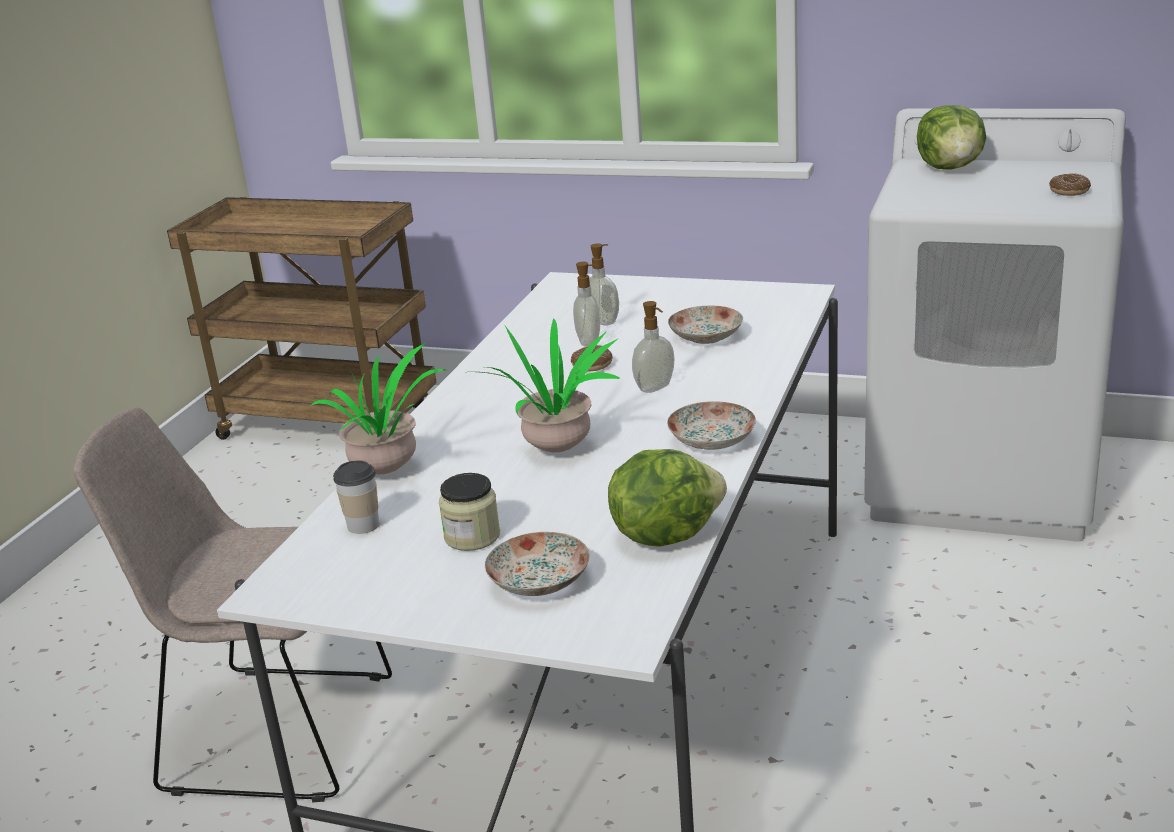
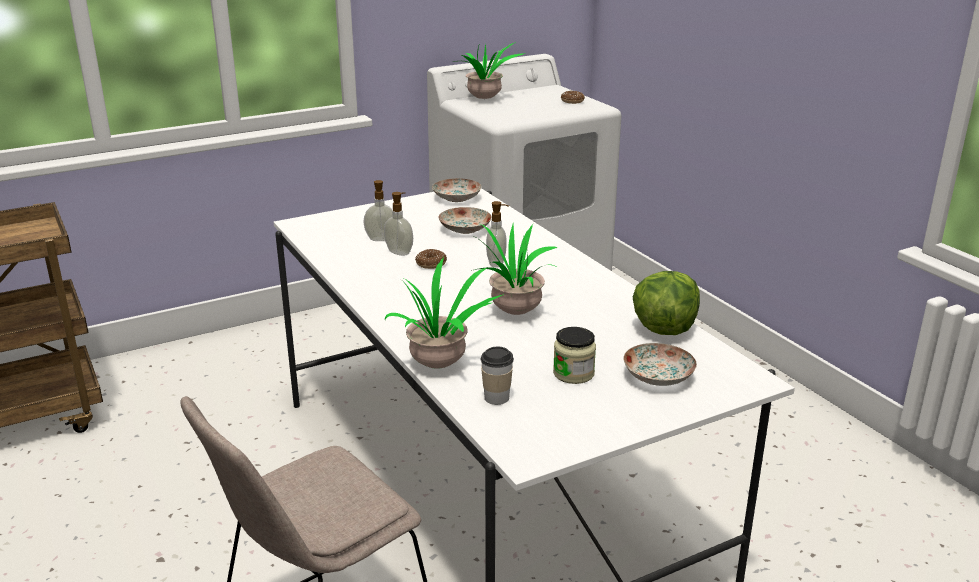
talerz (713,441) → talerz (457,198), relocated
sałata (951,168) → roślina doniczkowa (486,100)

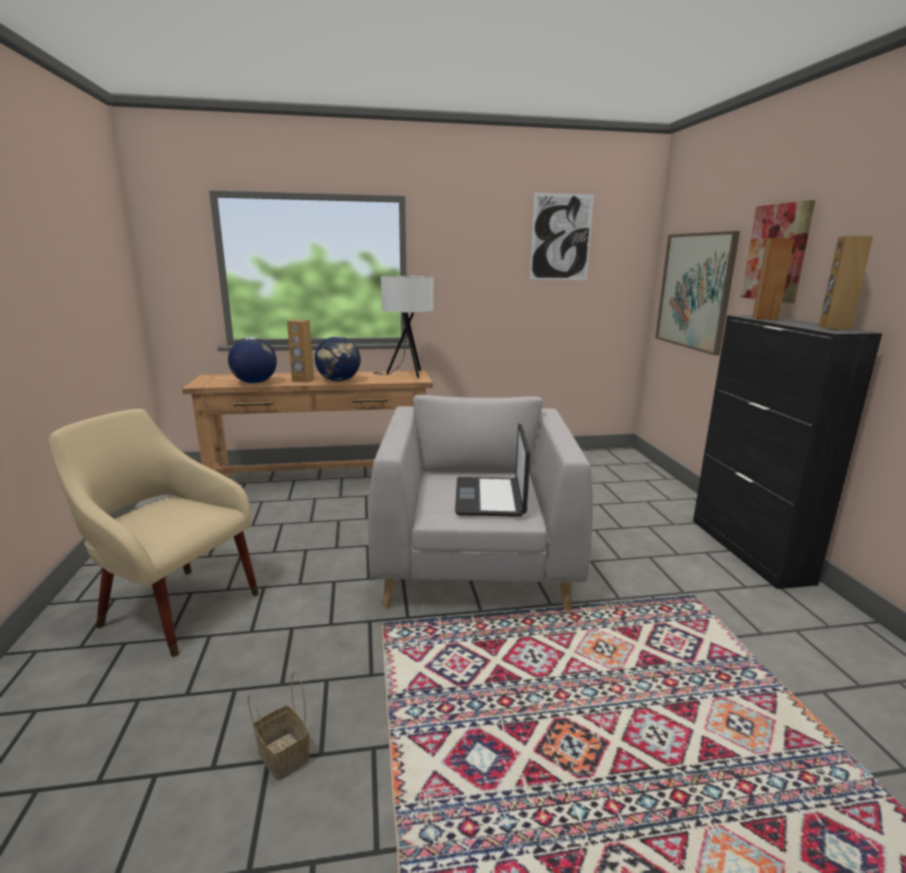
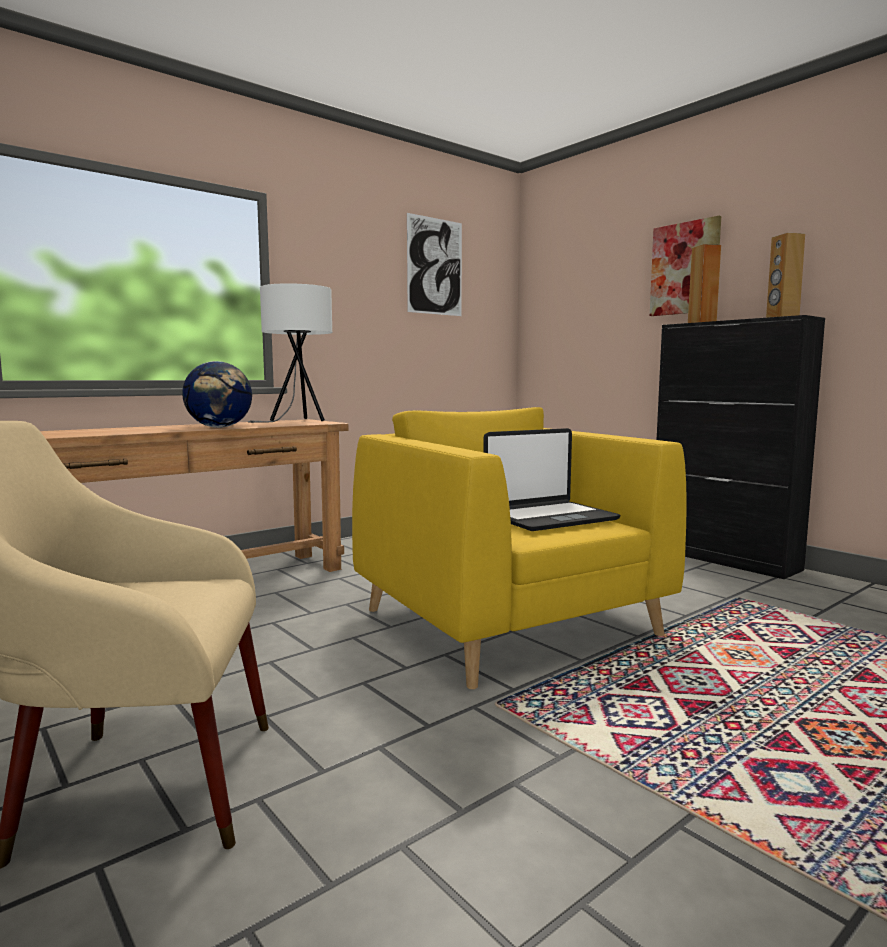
fotel [szary] (475,562) → fotel [żółty] (508,622)
laptop (490,498) → laptop (549,517), 90 degrees counterclockwise
globus (254,383) → -
koszyk (282,755) → -
głośnik [brązowy] (303,380) → -
obraz (694,291) → -

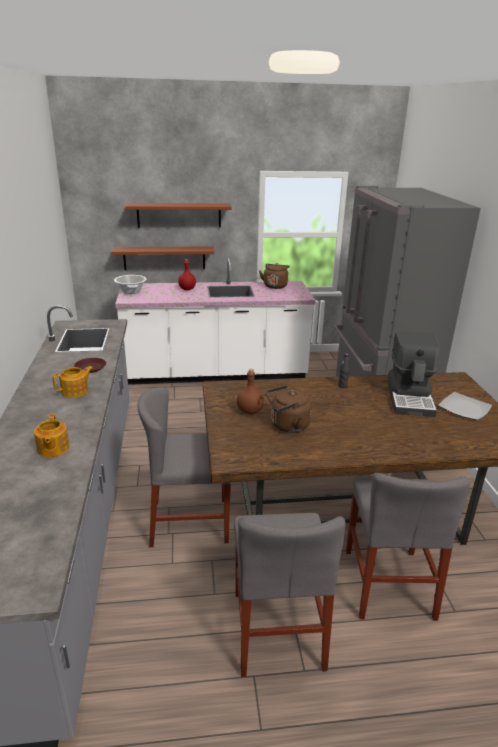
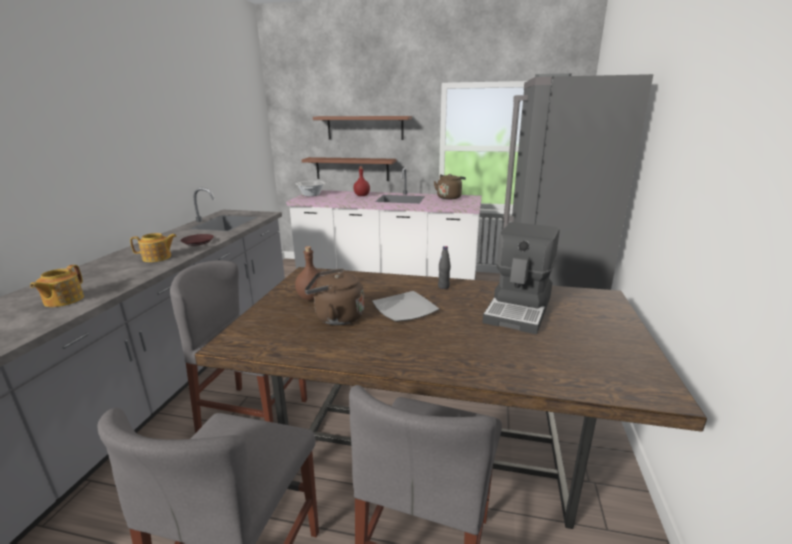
talerz (464,408) → talerz (404,309), relocated

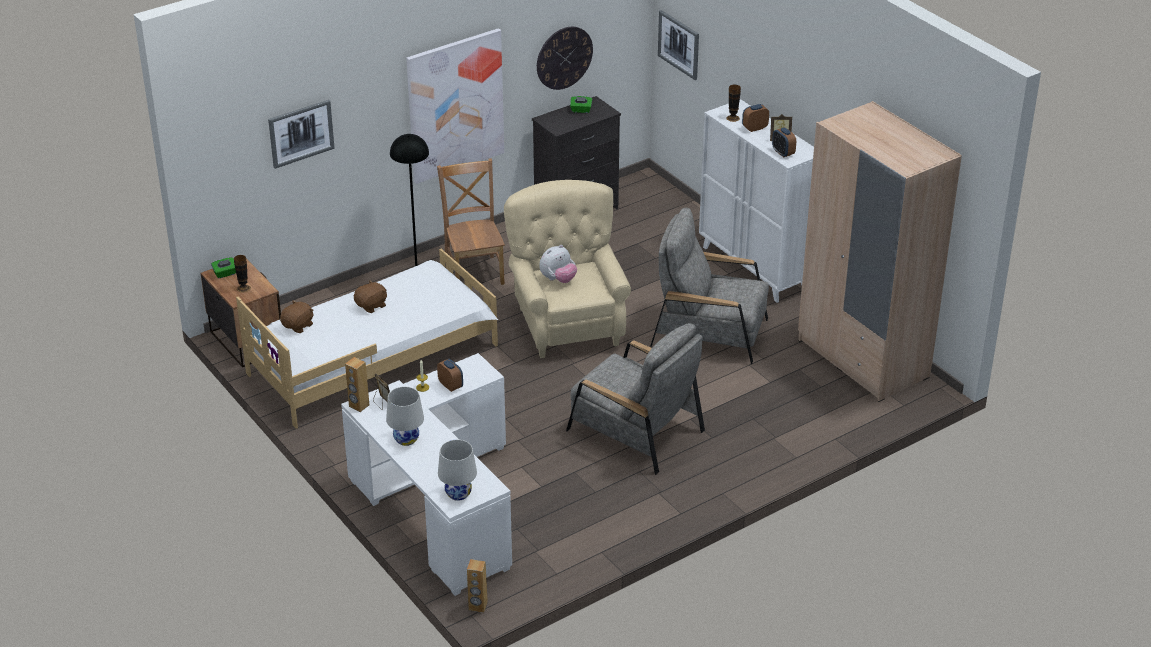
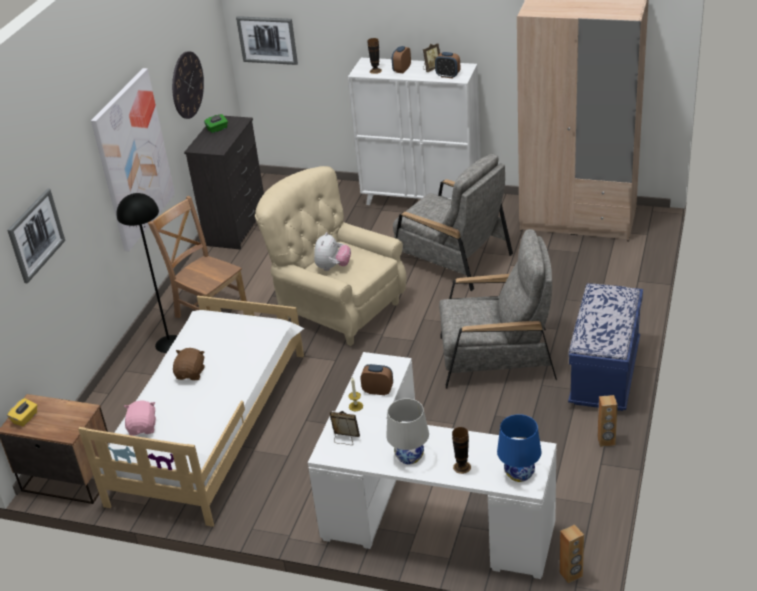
pudełko chusteczek [zielony] (225,274) → pudełko chusteczek [żółty] (25,418)
pluszak [brązowy] (298,326) → pluszak [różowy] (143,427)
fotel [szary] (710,332) → fotel [szary] (451,257), 120 degrees counterclockwise
wazon (243,288) → wazon (462,467), relocated
lampa stołowa [biały] (458,494) → lampa stołowa [niebieski] (519,473)
- → ławka [niebieski] (605,374)
głośnik [brązowy] (359,406) → głośnik [brązowy] (606,441), relocated

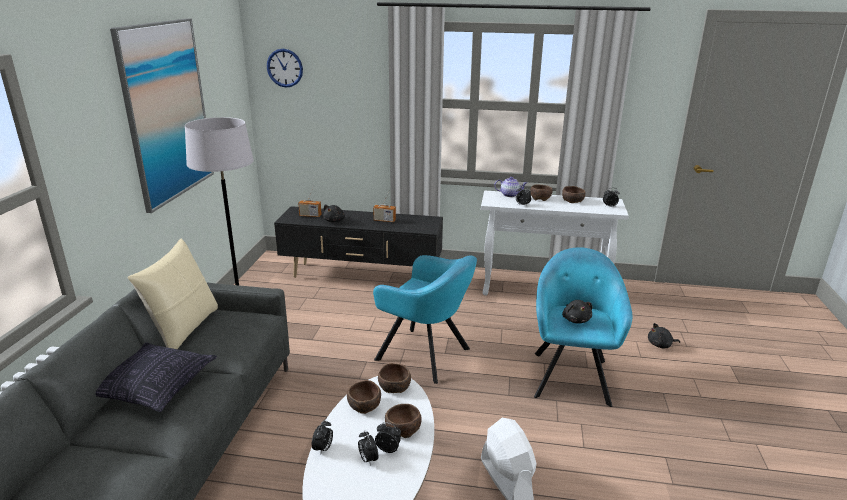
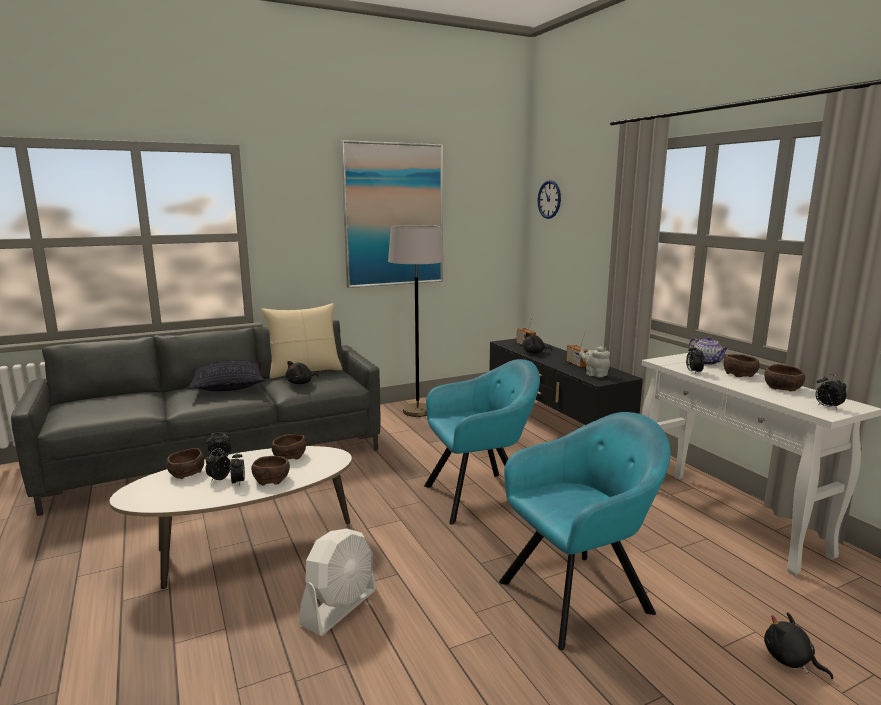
miska [brązowy] (395,387) → miska [brązowy] (186,473), relocated
pluszak [czarny] (576,319) → pluszak [czarny] (301,383), relocated
fotel [turkusowy] (426,355) → fotel [turkusowy] (481,496), 105 degrees counterclockwise
- → imbryk [szary] (594,374)

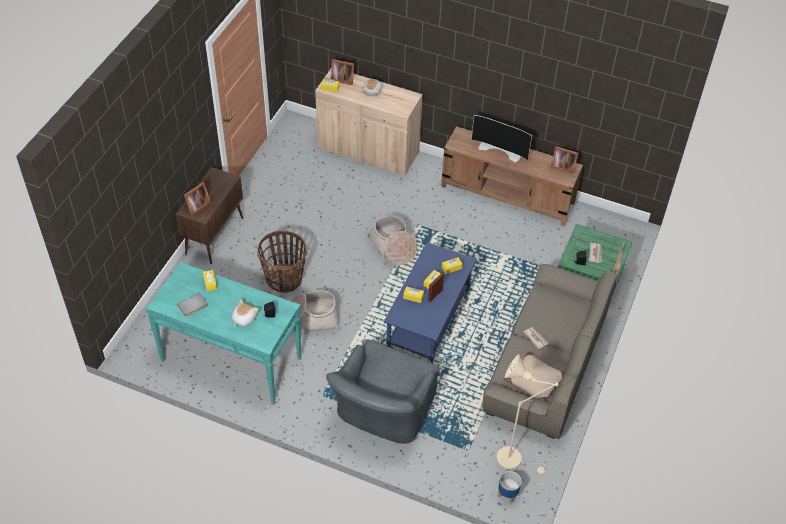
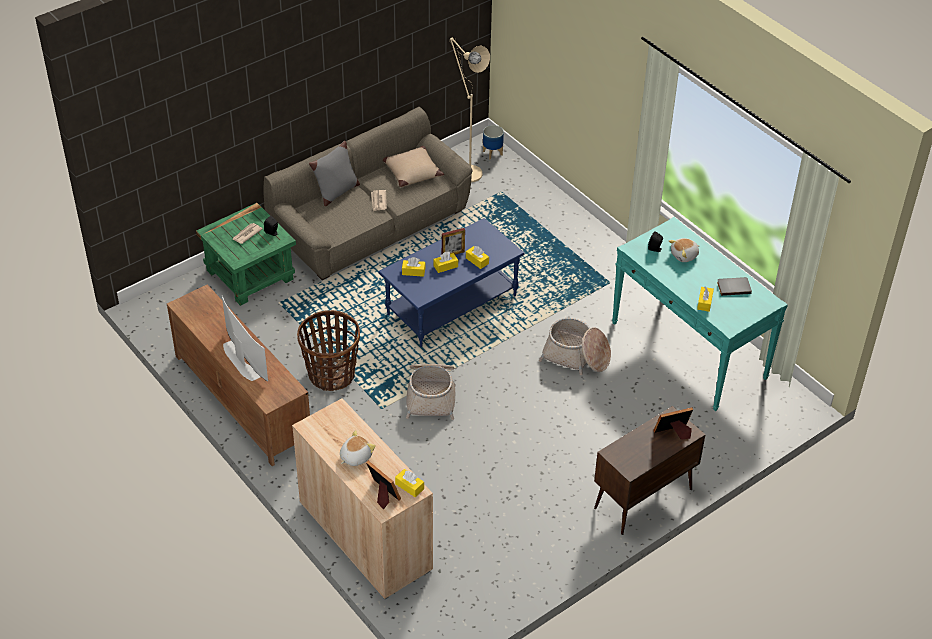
koszyk (284,279) → koszyk (331,374), relocated
- → poduszka [szary] (336,192)
fotel [szary] (382,412) → -
ramka na zdjęcie (562,166) → -

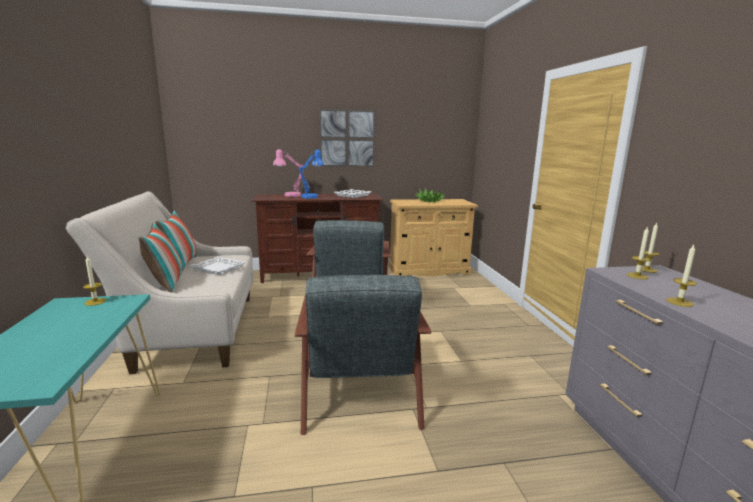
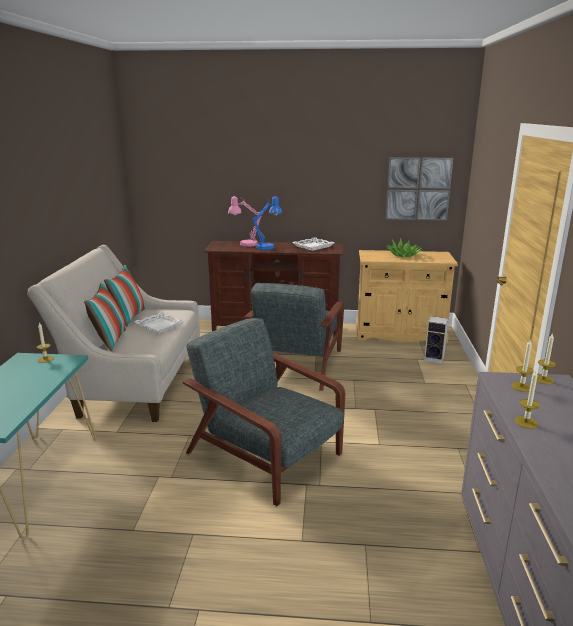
fotel [szary] (359,385) → fotel [szary] (266,455), 120 degrees clockwise
obraz (347,138) → obraz (418,189), relocated
- → głośnik (435,359)

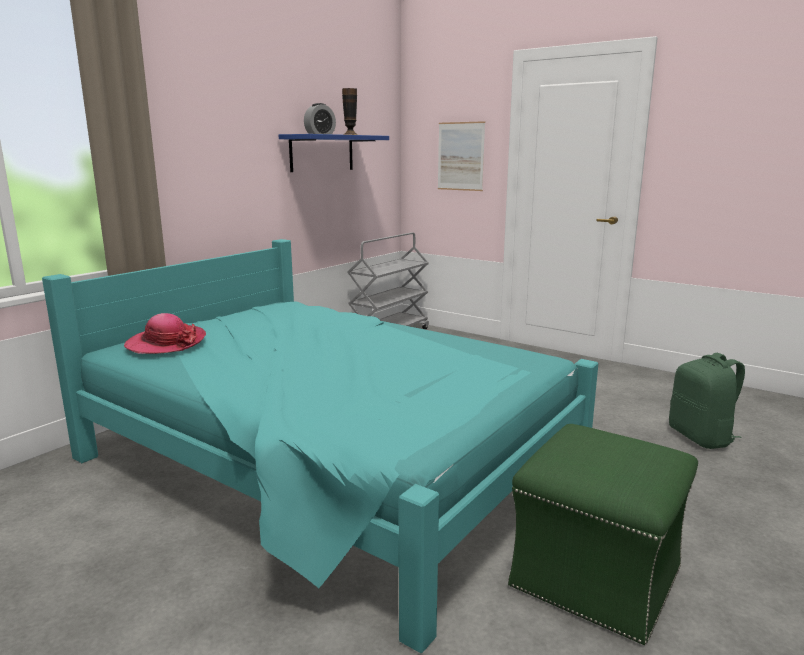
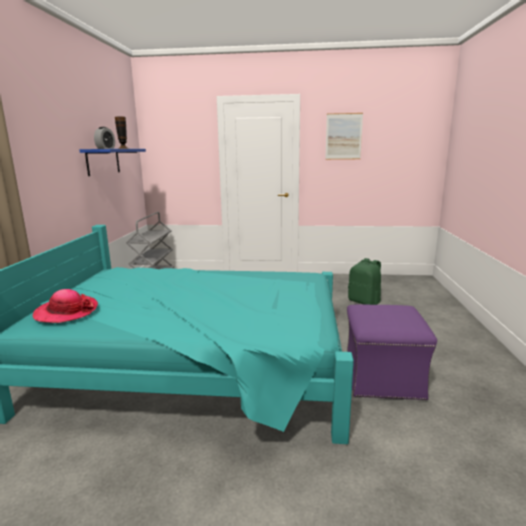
obraz (460,156) → obraz (343,136), relocated
pufa [zielony] (596,575) → pufa [fioletowy] (382,378)

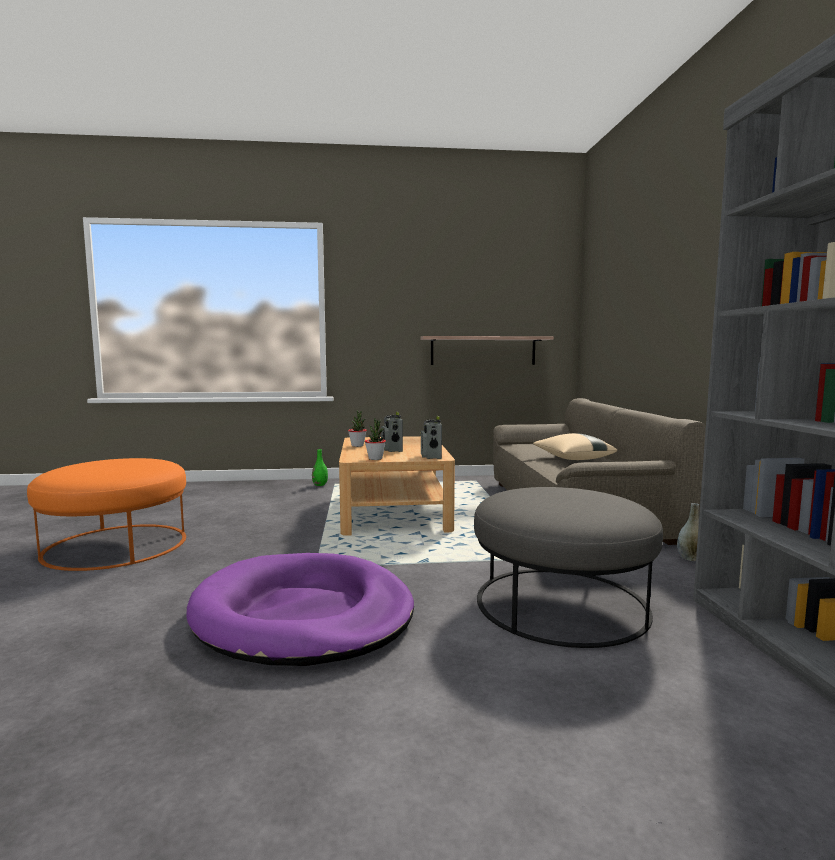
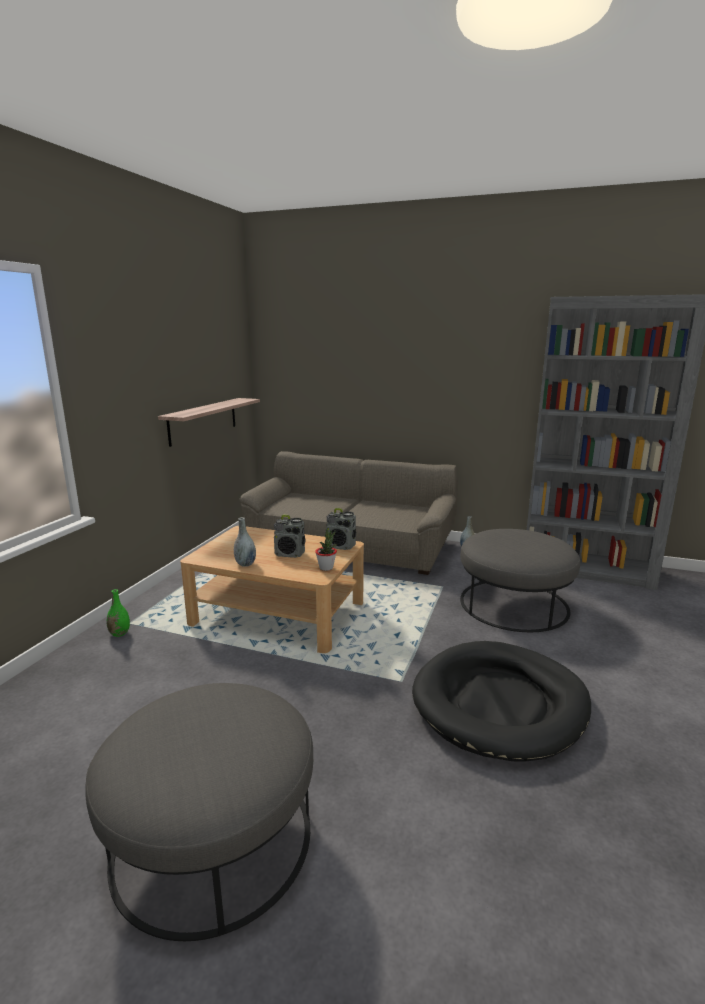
pufa [pomarańczowy] (116,545) → pufa [szary] (212,837)
roślina doniczkowa (357,446) → wazon [szary] (245,564)
legowisko [fioletowy] (303,615) → legowisko [czarny] (500,703)
poduszka [beżowy] (572,459) → -

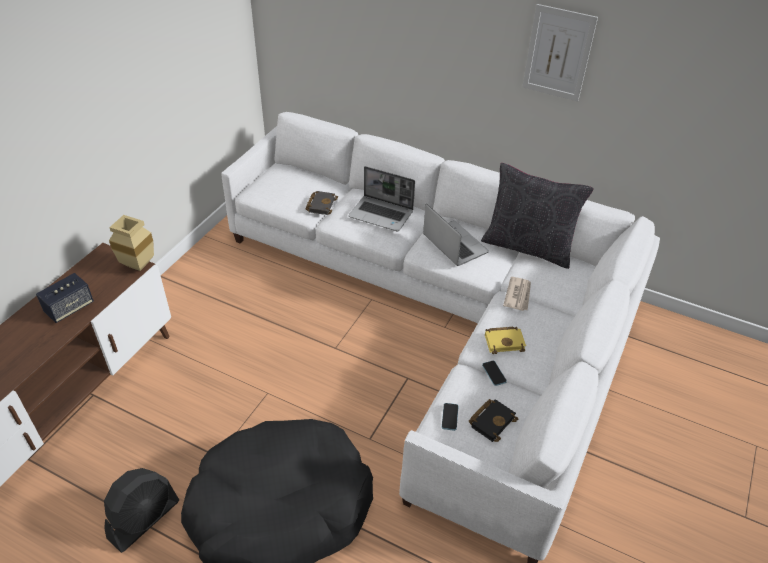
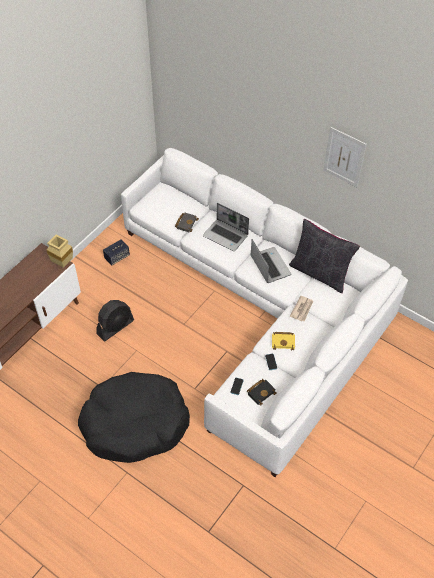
wentylator [czarny] (144,519) → wentylator [czarny] (115,327), relocated
głośnik (69,308) → głośnik (117,257), relocated

